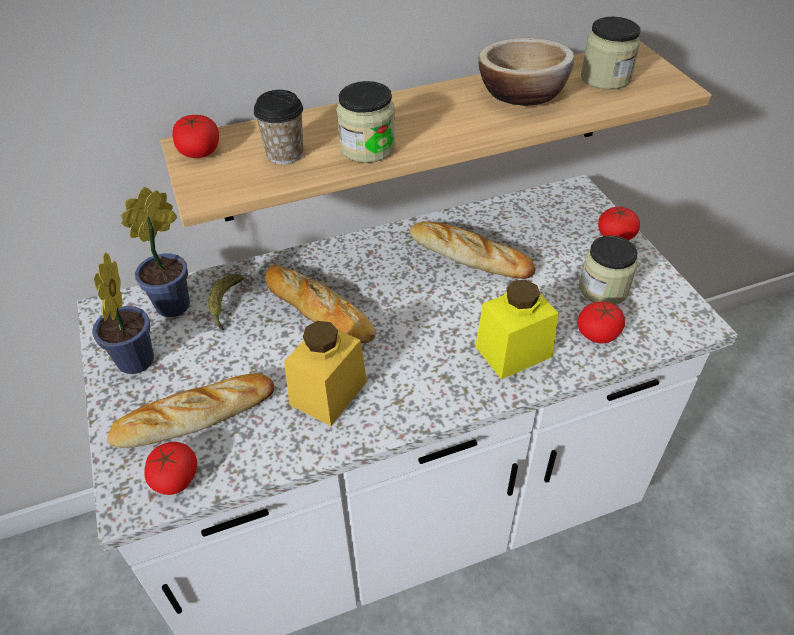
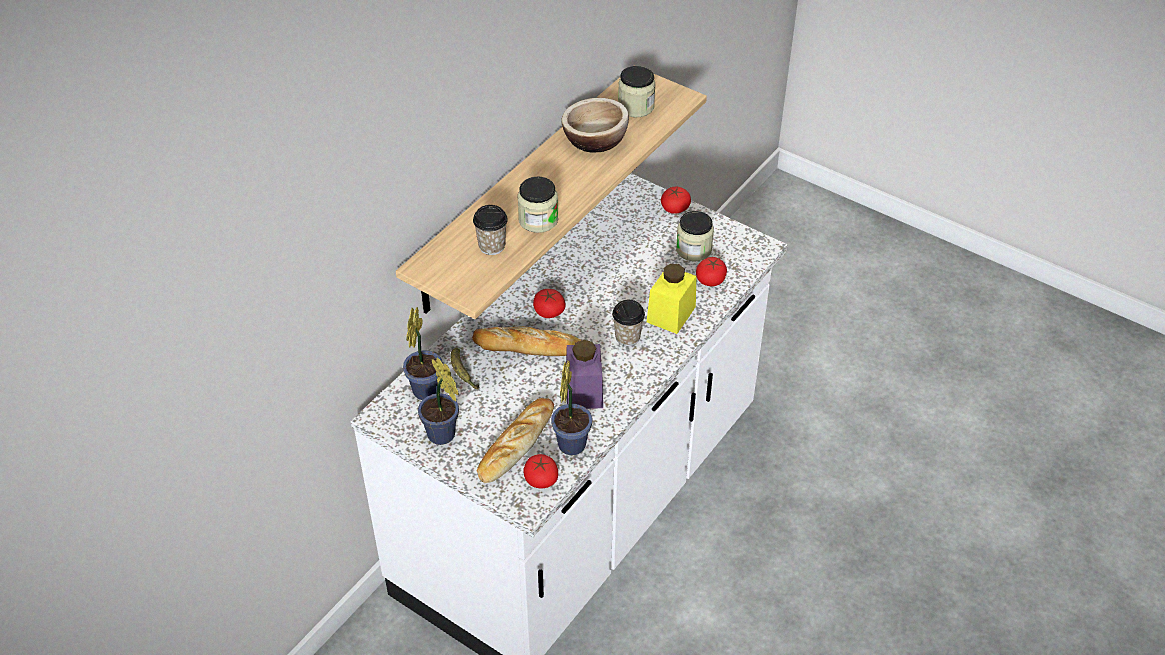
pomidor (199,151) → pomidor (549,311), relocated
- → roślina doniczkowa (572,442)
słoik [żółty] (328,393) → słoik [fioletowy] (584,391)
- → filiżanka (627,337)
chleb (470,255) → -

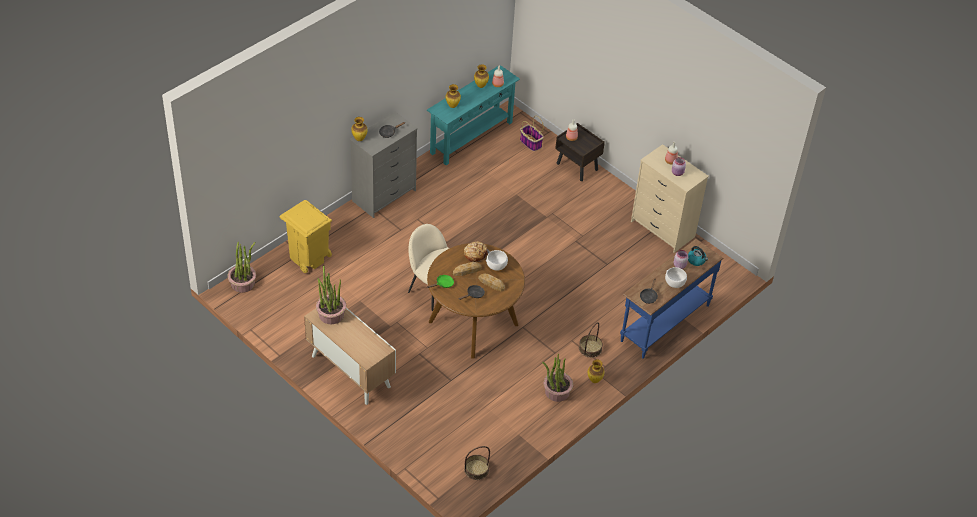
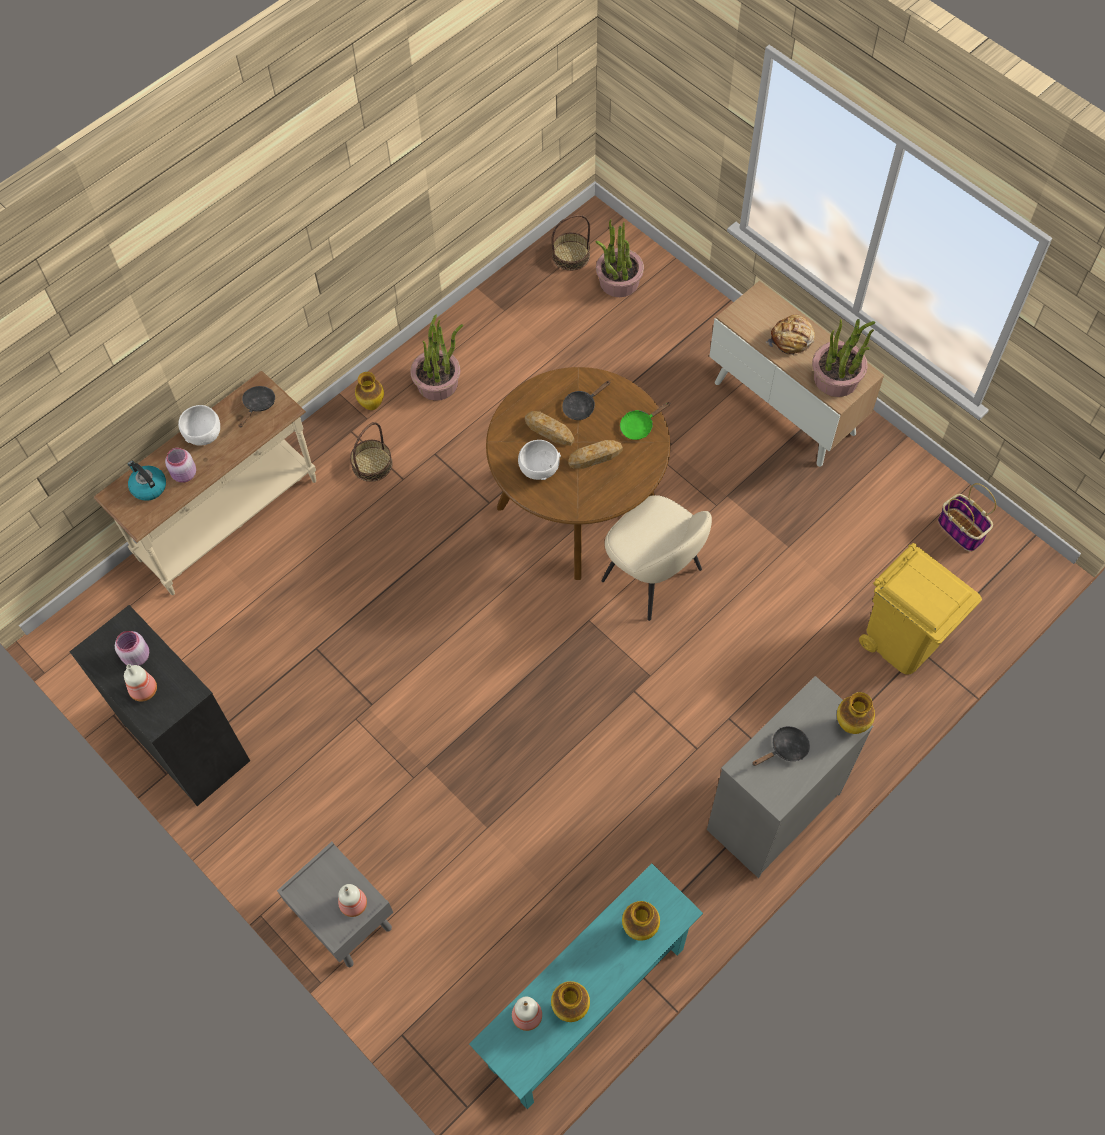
komoda [beżowy] (662,229) → komoda [czarny] (187,742)
stolik konsolowy [niebieski] (664,322) → stolik konsolowy [beżowy] (230,521)
szafka nocna [brązowy] (577,167) → szafka nocna [szary] (344,919)
roślina doniczkowa (243,283) → roślina doniczkowa (618,281), relocated
chleb (475,254) → chleb (791,339), relocated
koszyk (530,143) → koszyk (962,530), relocated

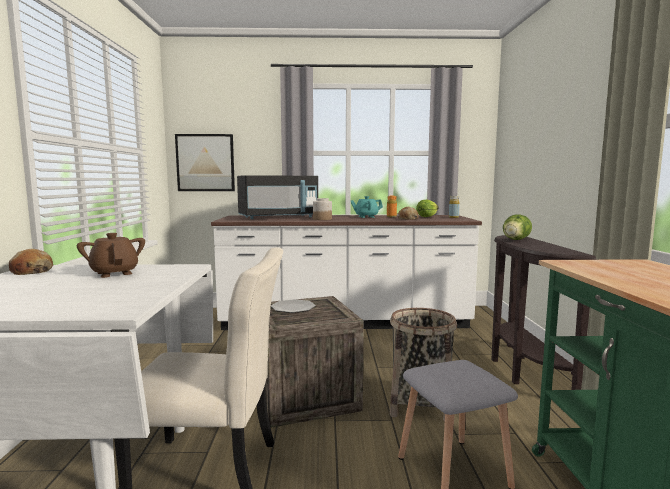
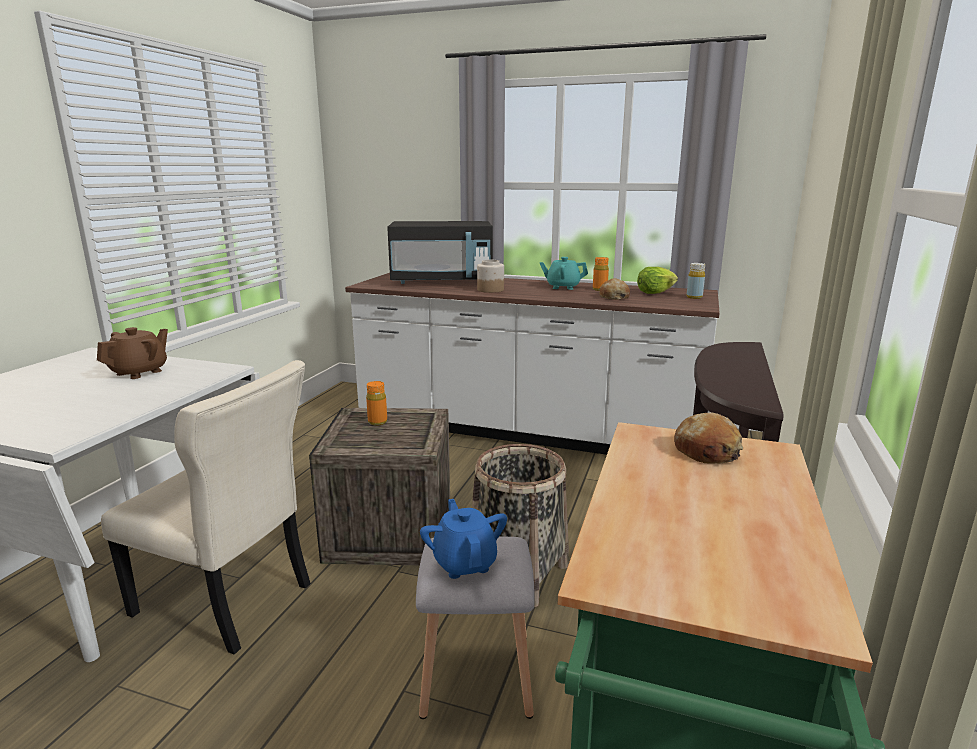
imbryk [brązowy] (114,273) → imbryk [brązowy] (140,372), 45 degrees clockwise
talerz (293,307) → butelka [pomarańczowy] (377,422)
- → imbryk [niebieski] (465,563)
chleb (31,271) → chleb (707,451), relocated
obraz (205,163) → -
sałata (515,240) → -

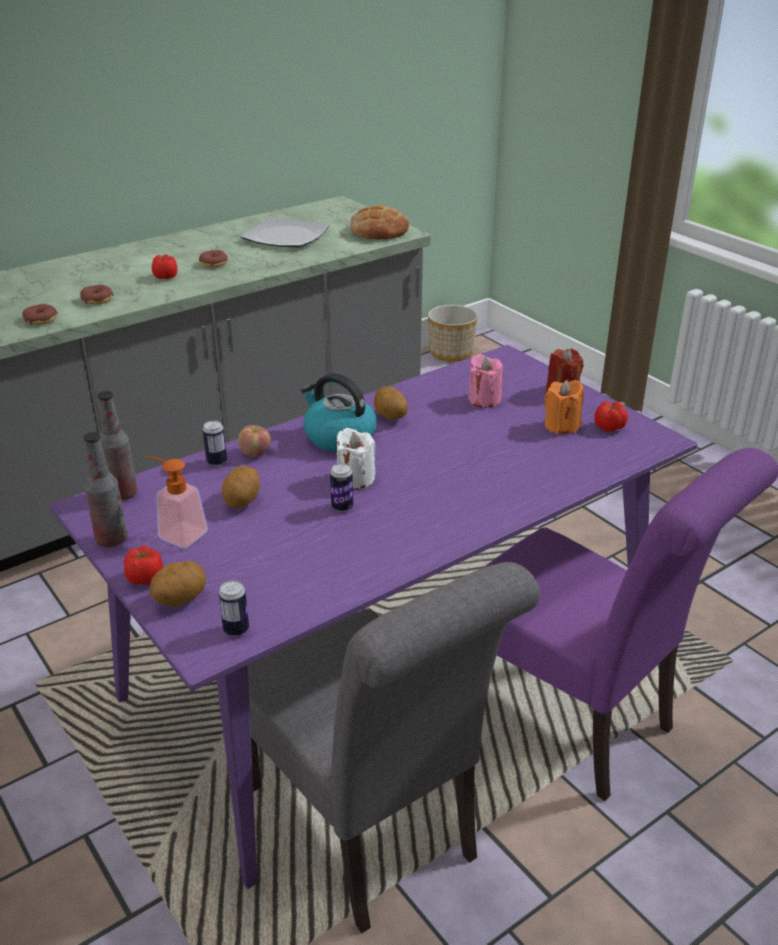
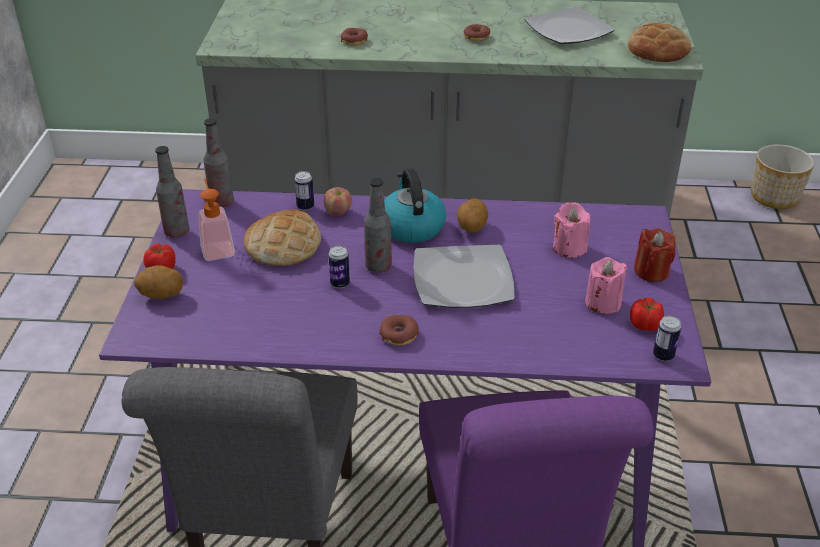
ziemniak (243,501) → chleb (283,245)
świeca [biały] (355,478) → butelka (378,266)
donut (41,320) → donut (399,335), relocated
- → talerz (462,280)
świeca [pomarańczowy] (561,426) → świeca [różowy] (603,303)
puszka (236,629) → puszka (663,355), relocated
pomidor (166,277) → -

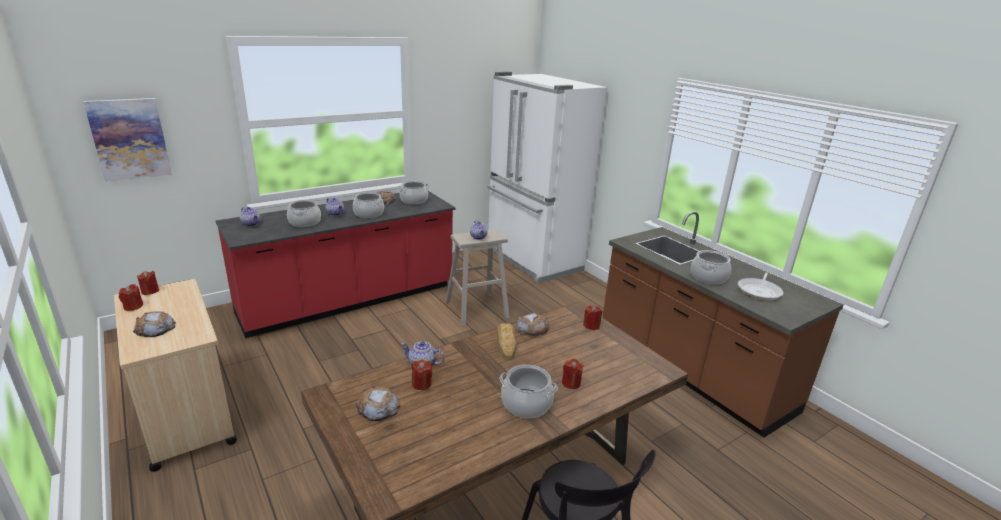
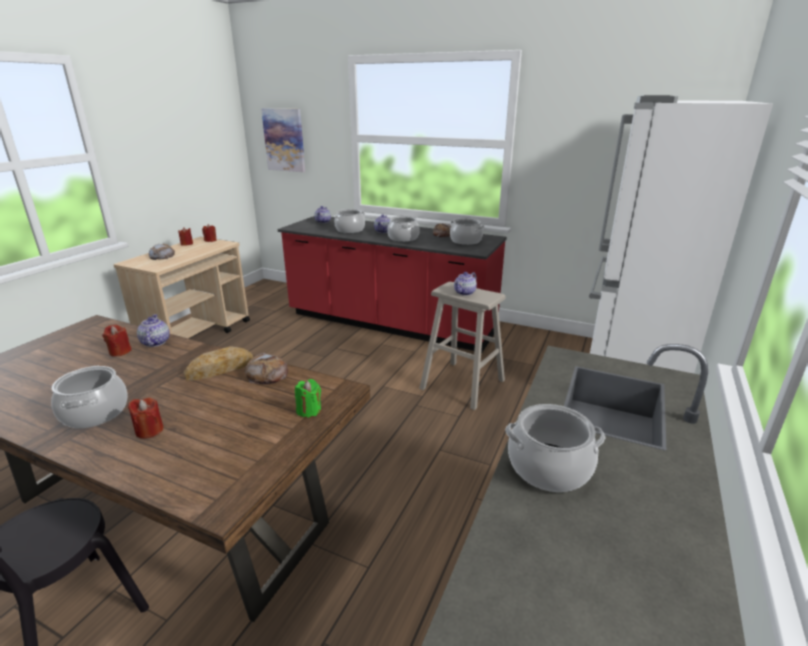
świeca [czerwony] (591,326) → świeca [zielony] (309,410)
chleb (377,408) → -
patelnia (759,291) → -

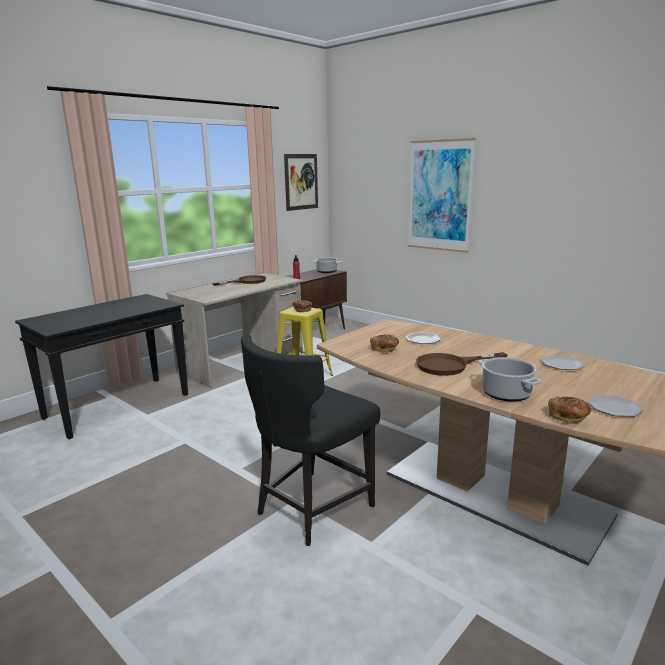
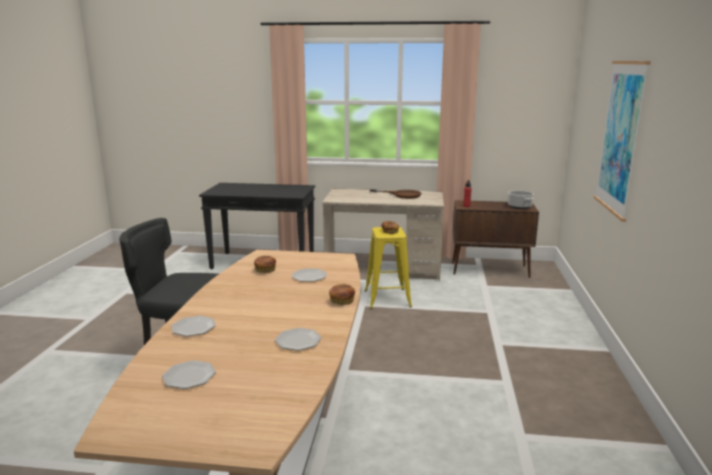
garnek (507,394) → talerz (193,328)
chleb (568,418) → chleb (341,301), relocated
obraz (301,182) → -
patelnia [brązowy] (450,365) → -

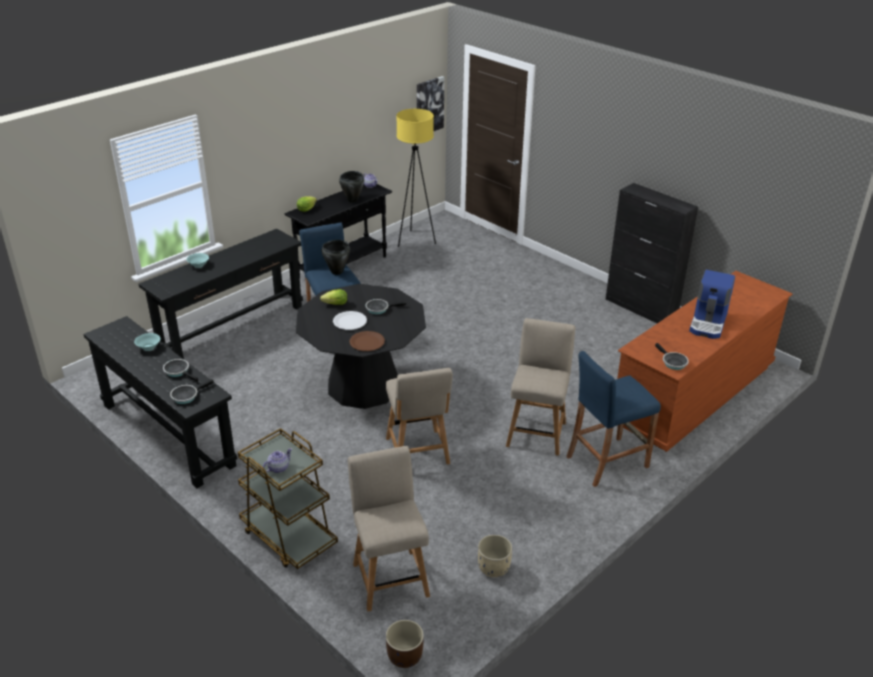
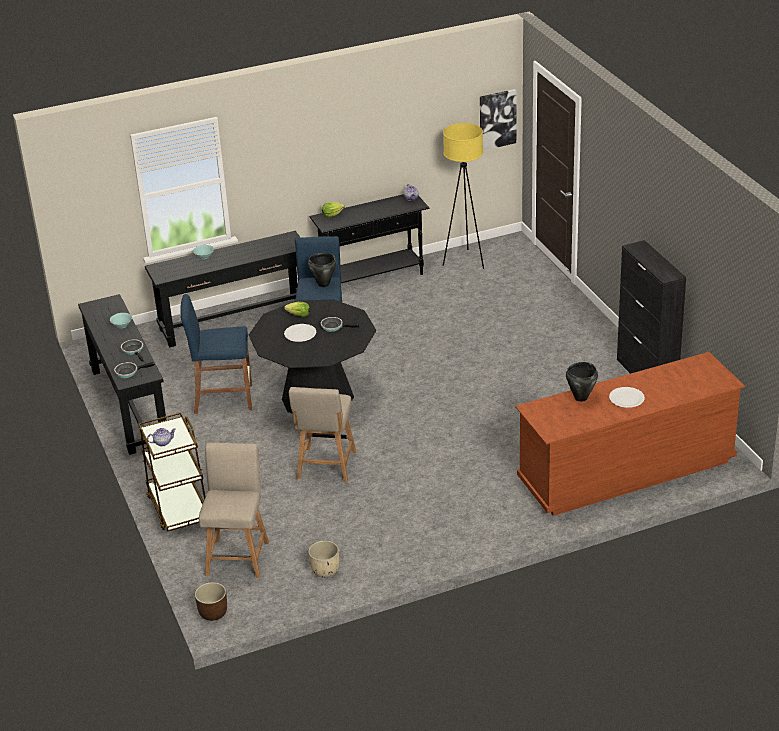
stołek [niebieski] (607,461) → stołek [niebieski] (223,399), relocated
garnek [czarny] (352,200) → garnek [czarny] (580,398), relocated
ekspres do kawy (709,323) → talerz [biały] (626,398)
talerz [brązowy] (367,342) → -
krzesło [beżowy] (536,432) → -
patelnia (672,362) → -

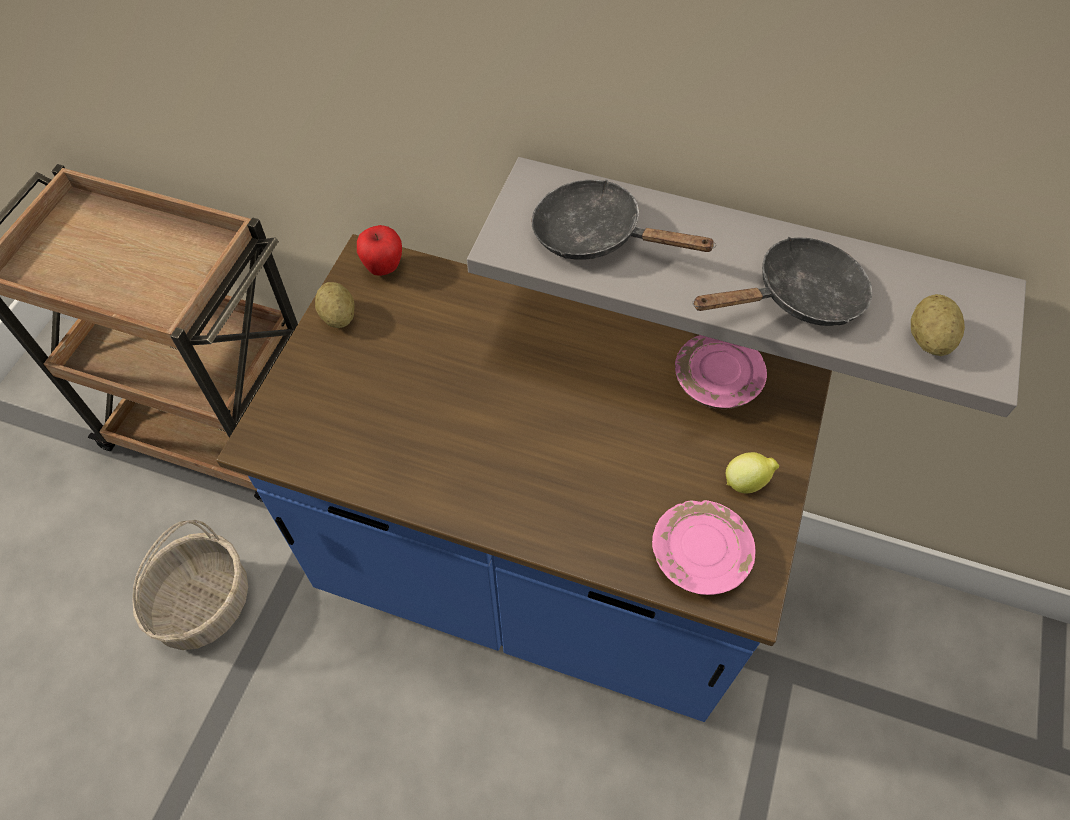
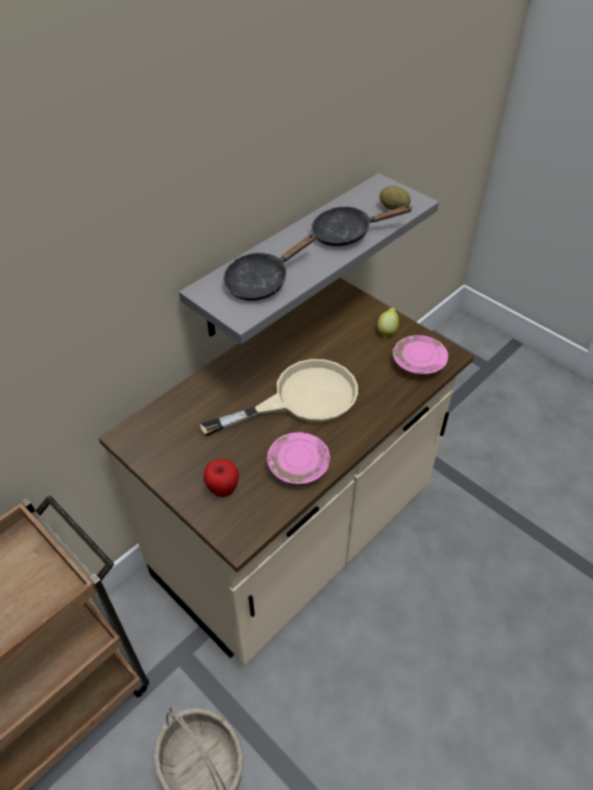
zabudowa kuchenna [niebieski] (535,574) → zabudowa kuchenna [beżowy] (296,536)
- → patelnia [beżowy] (301,399)
jabłko (383,267) → jabłko (223,489), relocated
talerz [różowy] (717,381) → talerz [różowy] (298,466), relocated
patelnia [czarny] (798,297) → patelnia [czarny] (347,233), 105 degrees counterclockwise
ziemniak (338,316) → -

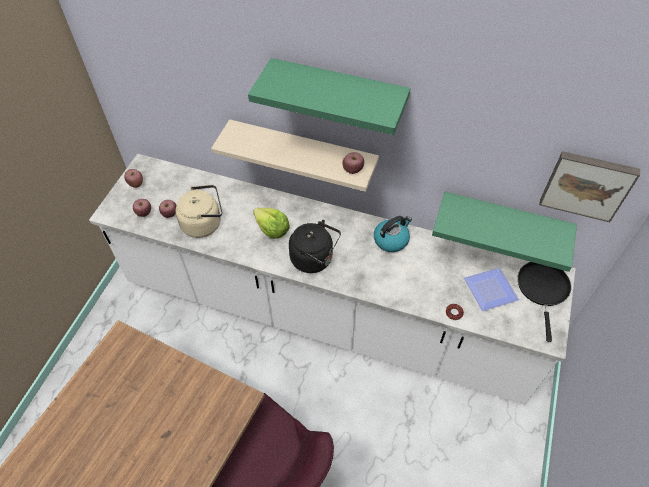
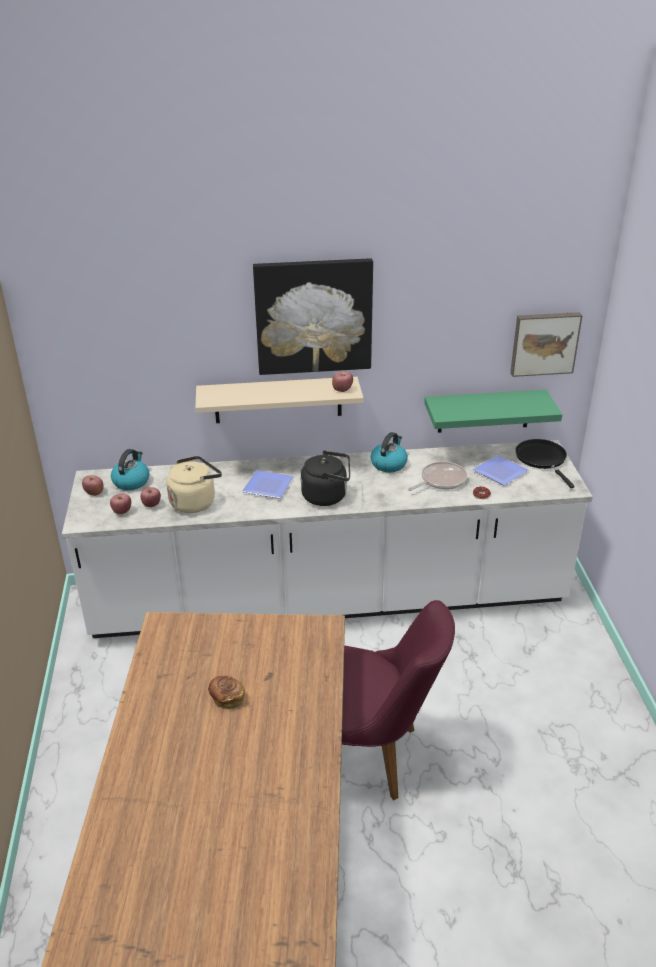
- → czajnik (131,481)
- → chleb (226,697)
sałata (272,229) → talerz (269,487)
półka [zielony] (338,92) → obraz (313,316)
- → patelnia (441,480)

